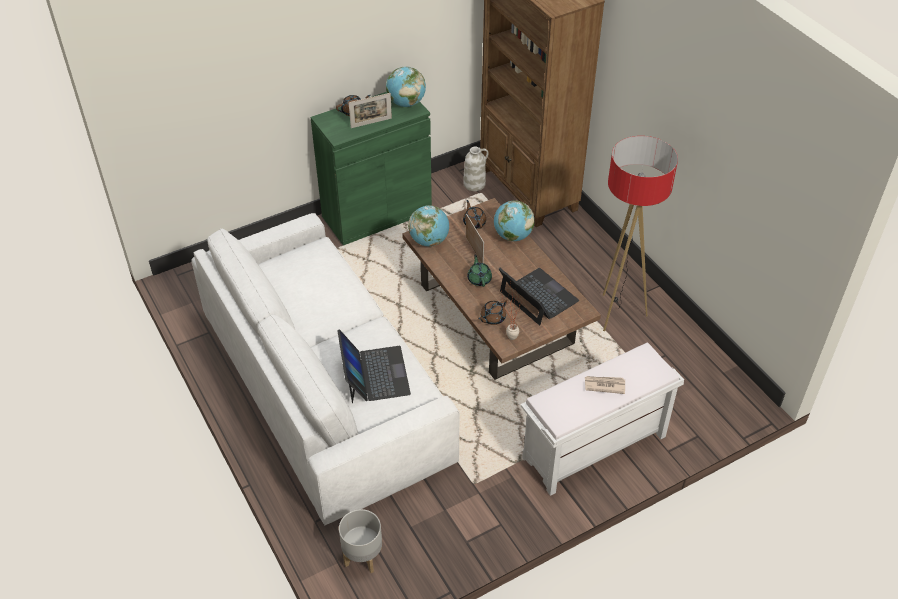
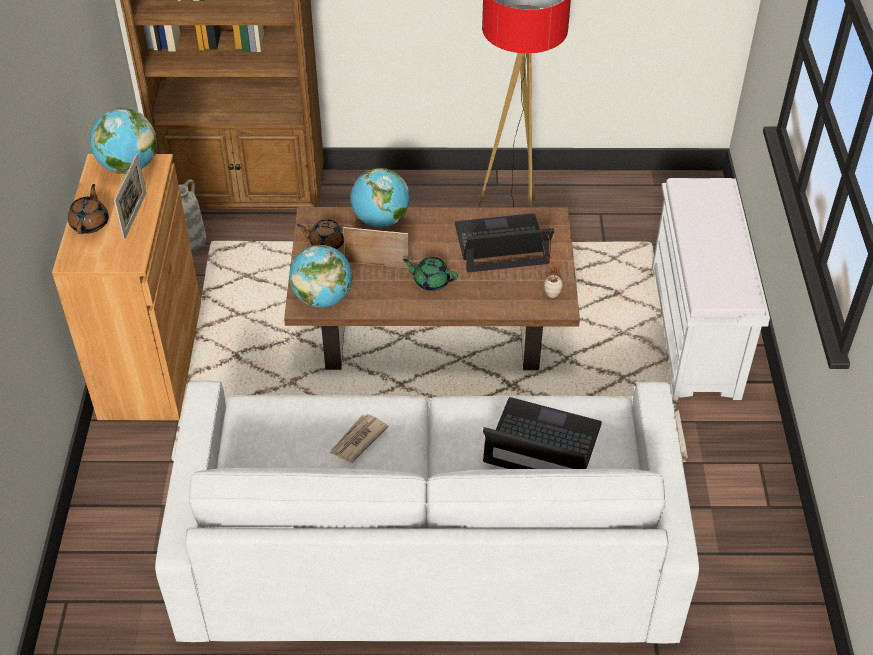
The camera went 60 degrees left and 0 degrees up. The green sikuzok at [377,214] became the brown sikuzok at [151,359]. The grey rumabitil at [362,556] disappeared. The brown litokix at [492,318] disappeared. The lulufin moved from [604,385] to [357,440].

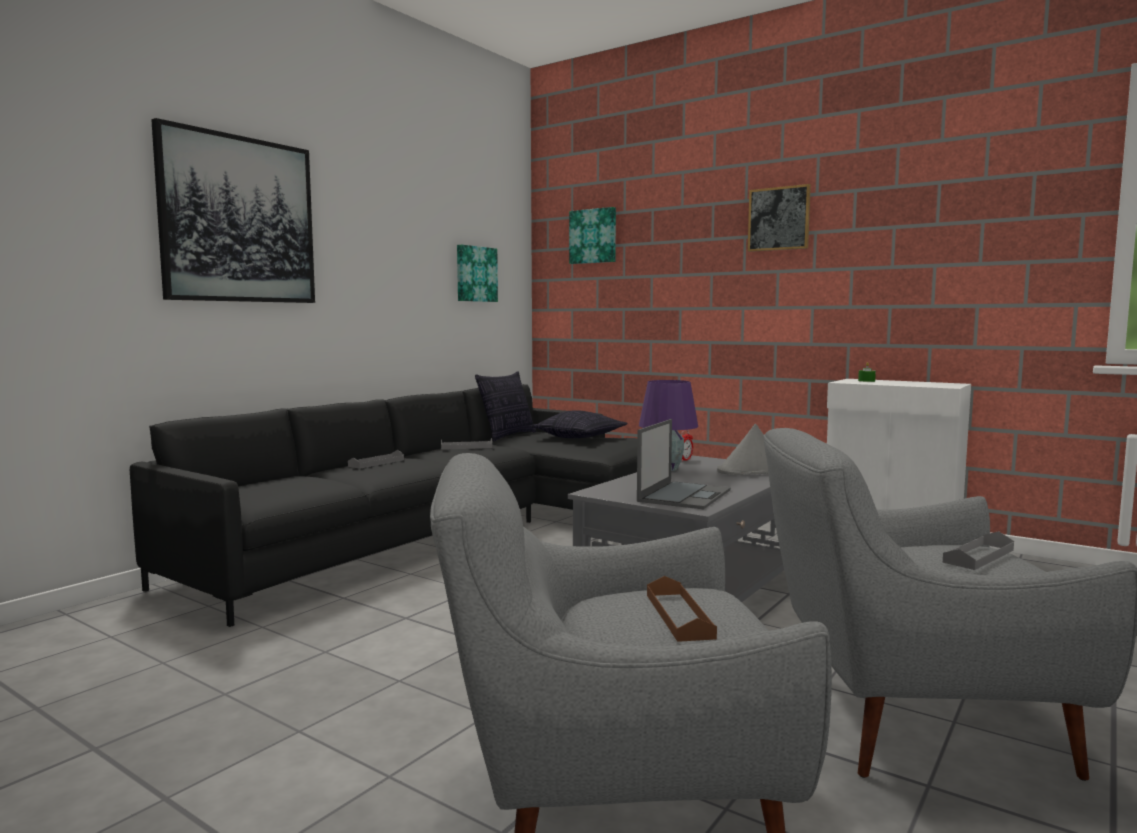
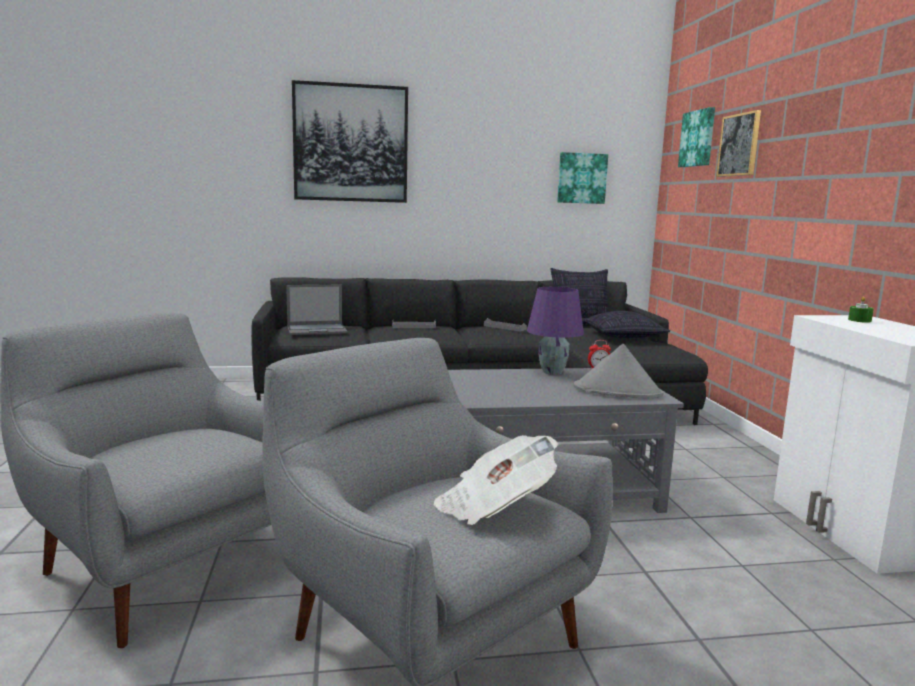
The camera went 45 degrees right and 5 degrees up. The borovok moved from [684,495] to [317,330]. The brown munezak at [679,615] disappeared. The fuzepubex moved from [779,219] to [739,145]. The grey munezak at [978,556] was replaced by the lulufin at [494,507].

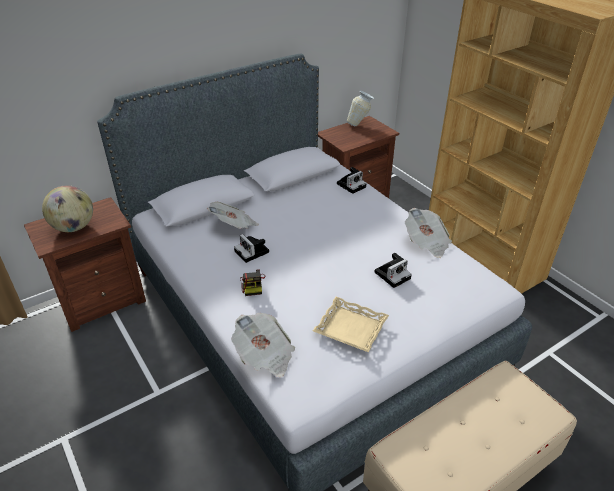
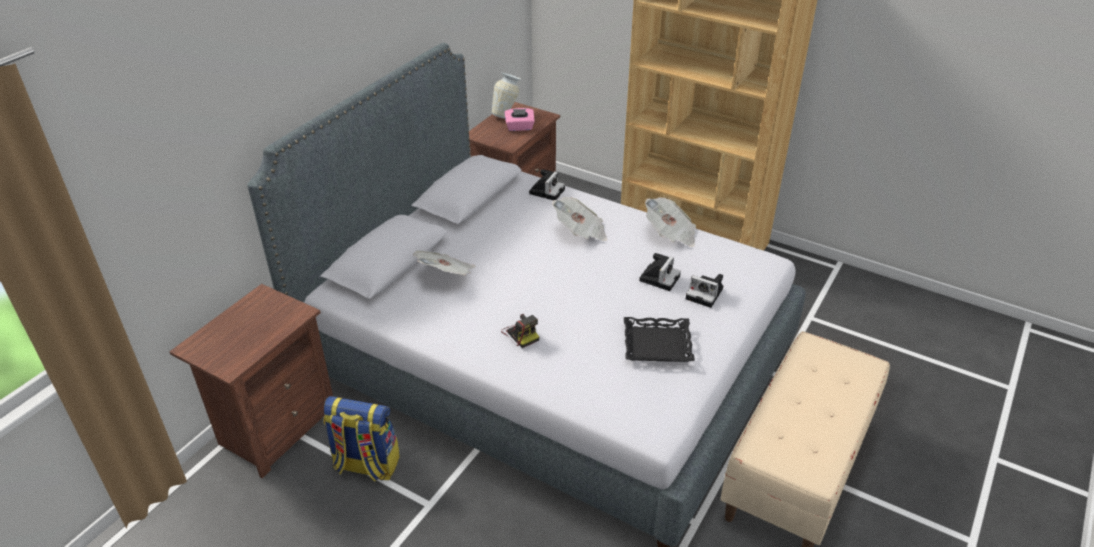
The camera went 25 degrees left and 0 degrees up. The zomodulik at [74,227] disappeared. The lulufin moved from [265,355] to [580,232]. The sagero moved from [253,252] to [706,294]. The beige munezak at [350,328] became the black munezak at [657,345]. The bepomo at [366,465] appeared. The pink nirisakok at [519,127] appeared.

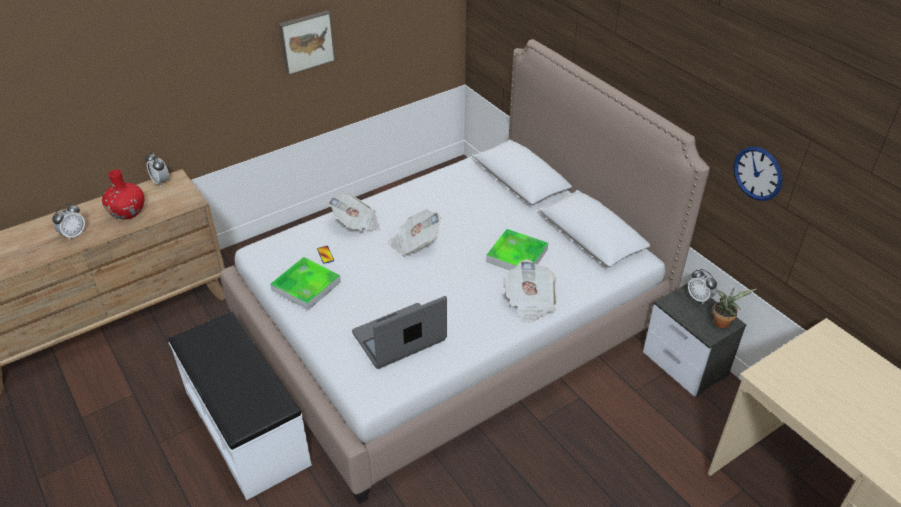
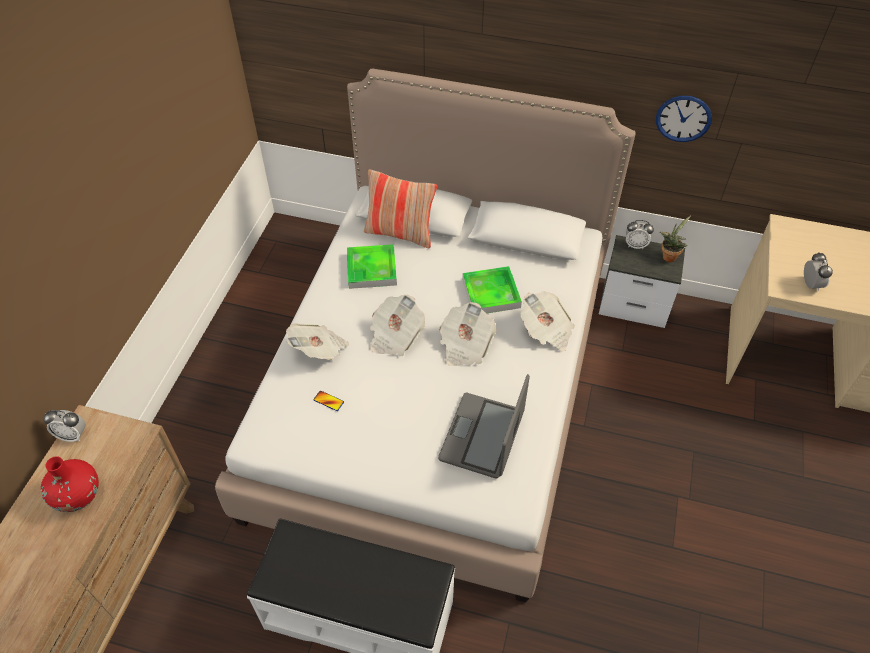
The camera went 40 degrees left and 10 degrees up. The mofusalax moved from [73,234] to [810,284]. The munezak moved from [306,286] to [371,269]. The fuzepubex at [306,41] disappeared. The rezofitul at [400,233] appeared. The lulufin at [465,345] appeared.

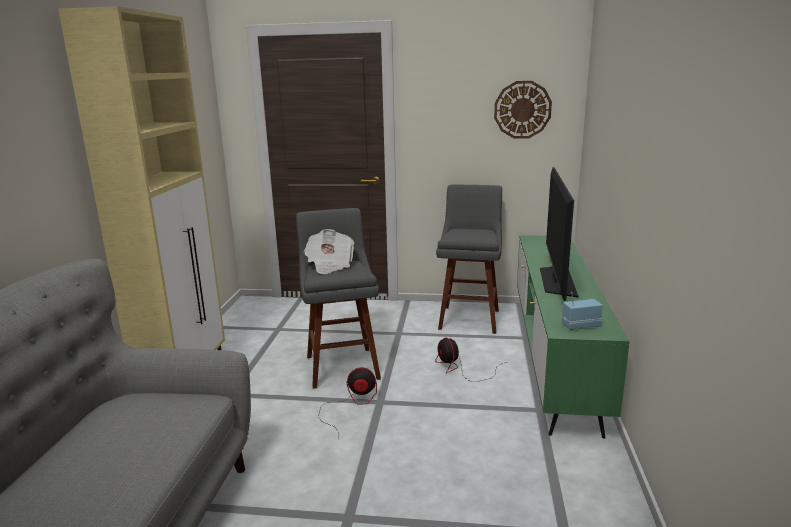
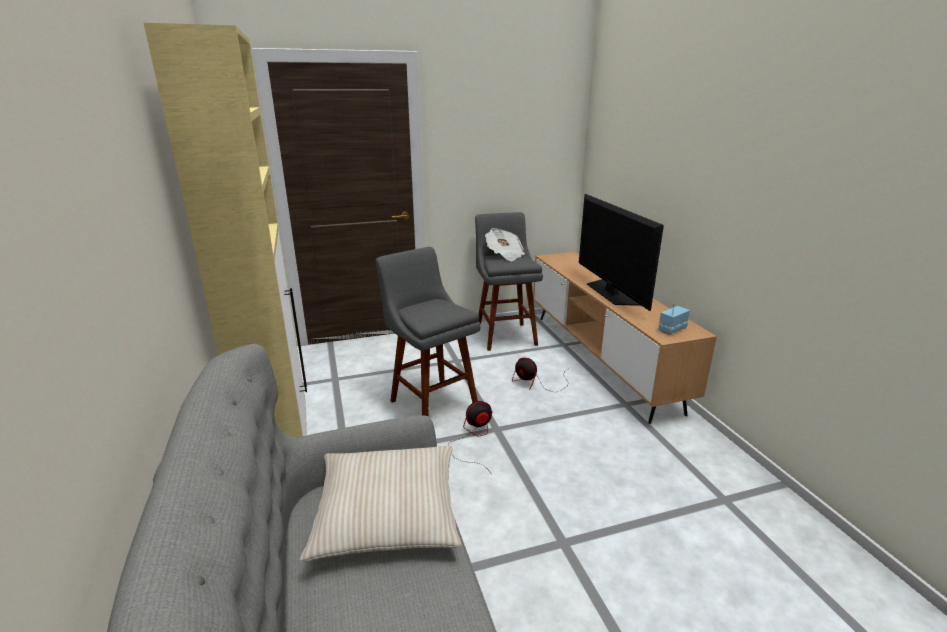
The camera went 25 degrees left and 5 degrees up. The lulufin moved from [329,265] to [504,255]. The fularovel at [522,110] disappeared. The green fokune at [554,359] became the brown fokune at [600,359]. The beige rezofitul at [387,512] appeared.

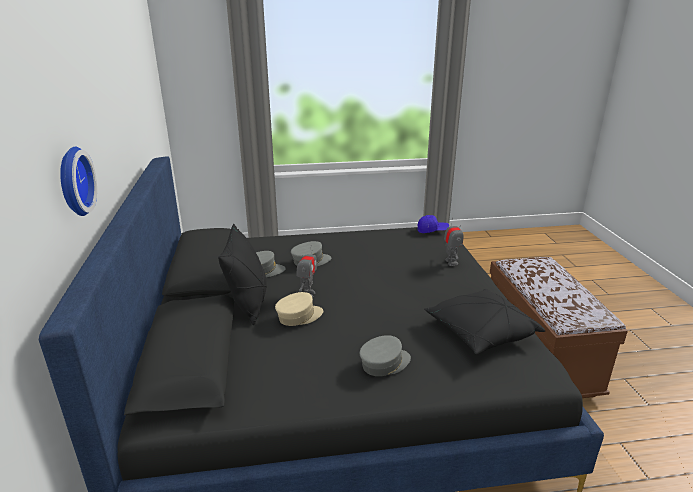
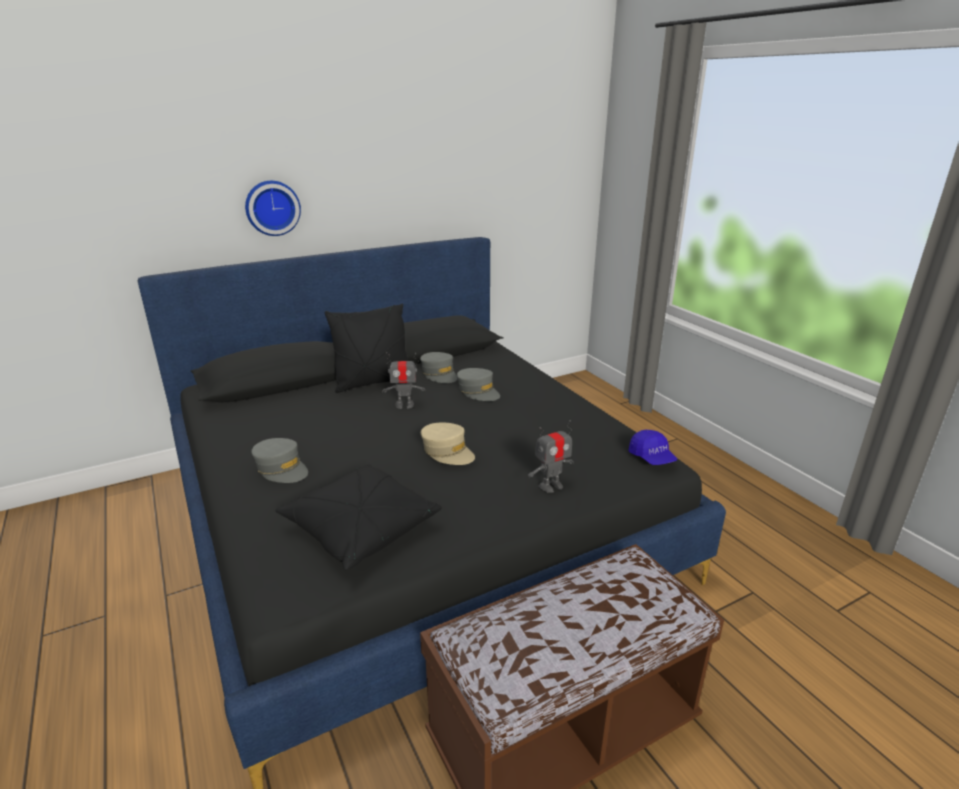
The camera went 70 degrees right and 0 degrees up. The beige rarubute moved from [299,316] to [447,452].

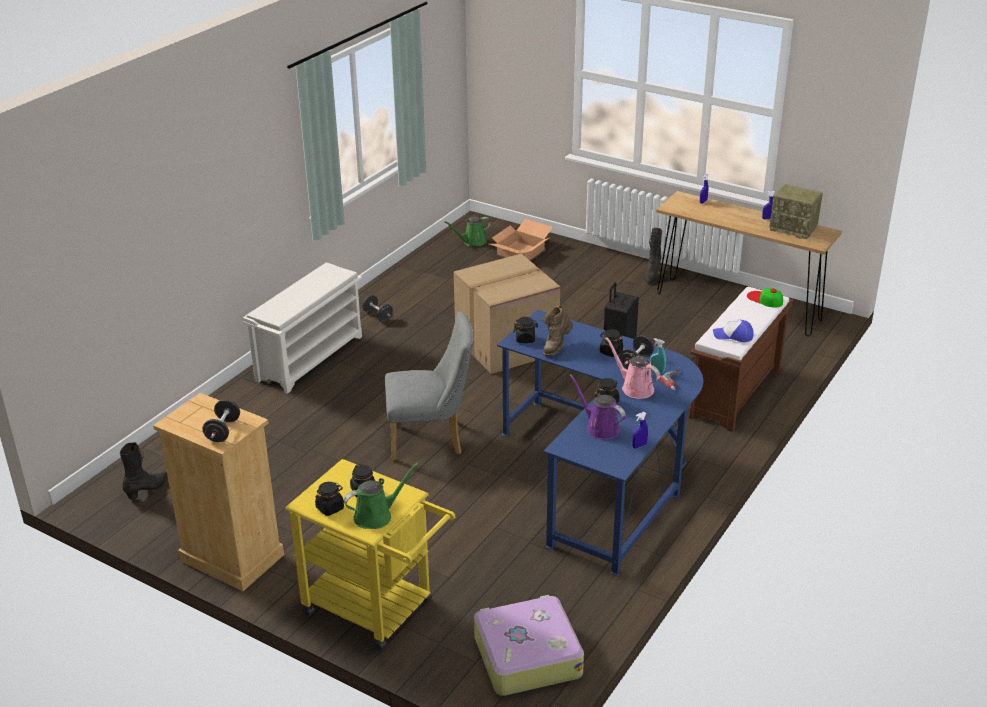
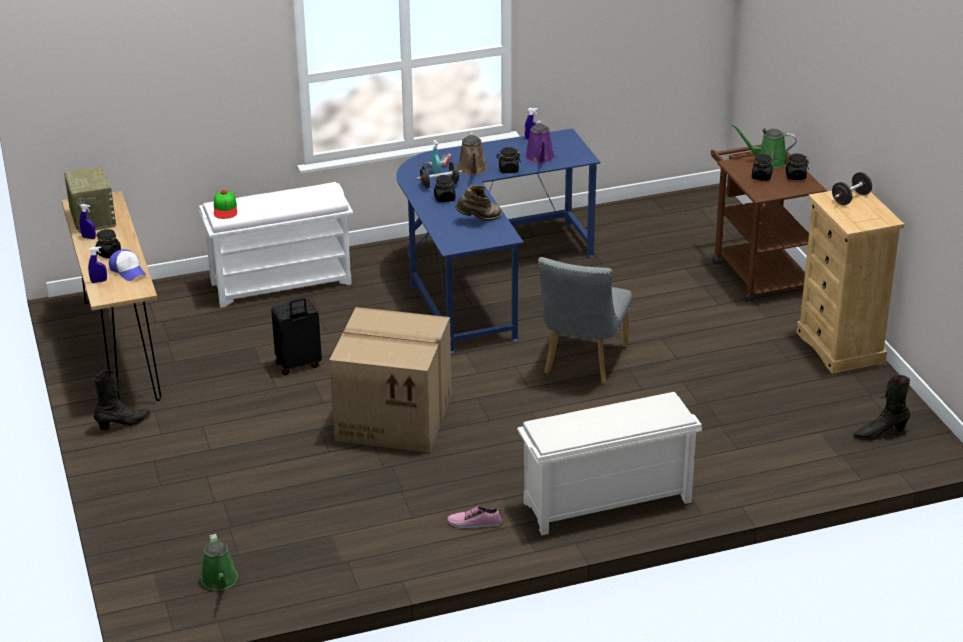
The camera went 140 degrees left and 0 degrees up. The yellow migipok at [377,610] became the brown migipok at [757,271]. The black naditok at [378,316] was replaced by the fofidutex at [474,522]. The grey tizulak at [431,439] turned 105 degrees counterclockwise. The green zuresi at [472,242] turned 60 degrees clockwise. The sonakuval at [526,656] disappeared. The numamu at [520,251] disappeared. The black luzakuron moved from [525,339] to [108,253]. The pink zuresi at [635,388] became the brown zuresi at [472,169]. The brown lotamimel at [735,394] became the white lotamimel at [282,283]. The rarubute moved from [733,336] to [128,270].

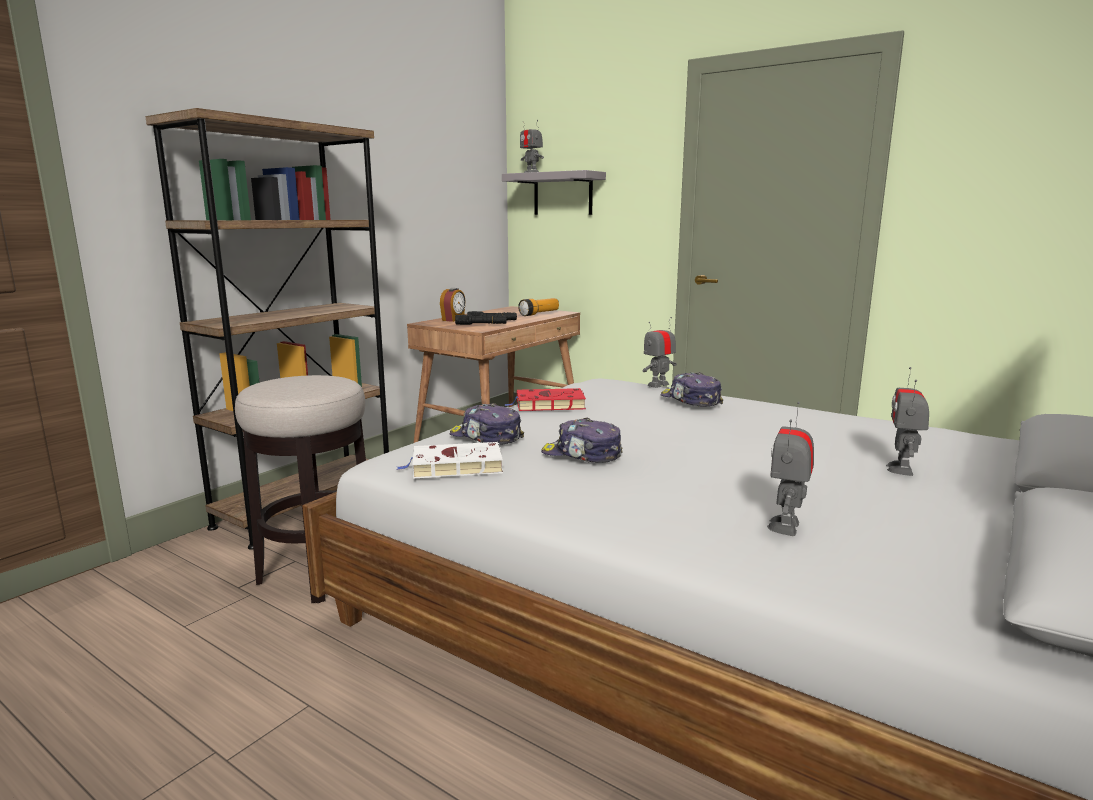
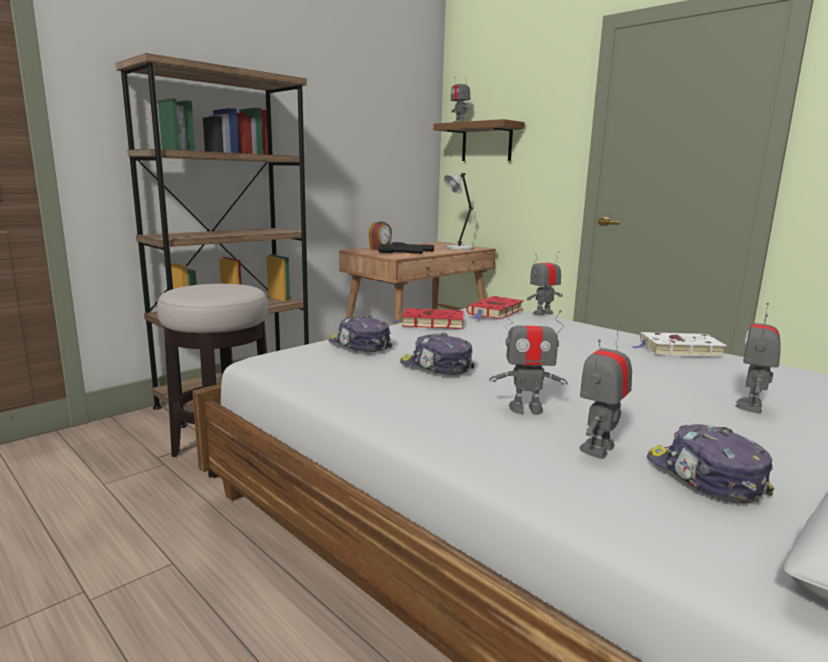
The camera went 10 degrees right and 0 degrees up. The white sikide moved from [454,466] to [677,349]. The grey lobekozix at [563,194] became the brown lobekozix at [486,142]. The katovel at [539,314] was replaced by the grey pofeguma at [458,248]. The rarubute moved from [690,400] to [704,477]. The red sikide at [495,312] appeared. The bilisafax at [526,409] appeared.

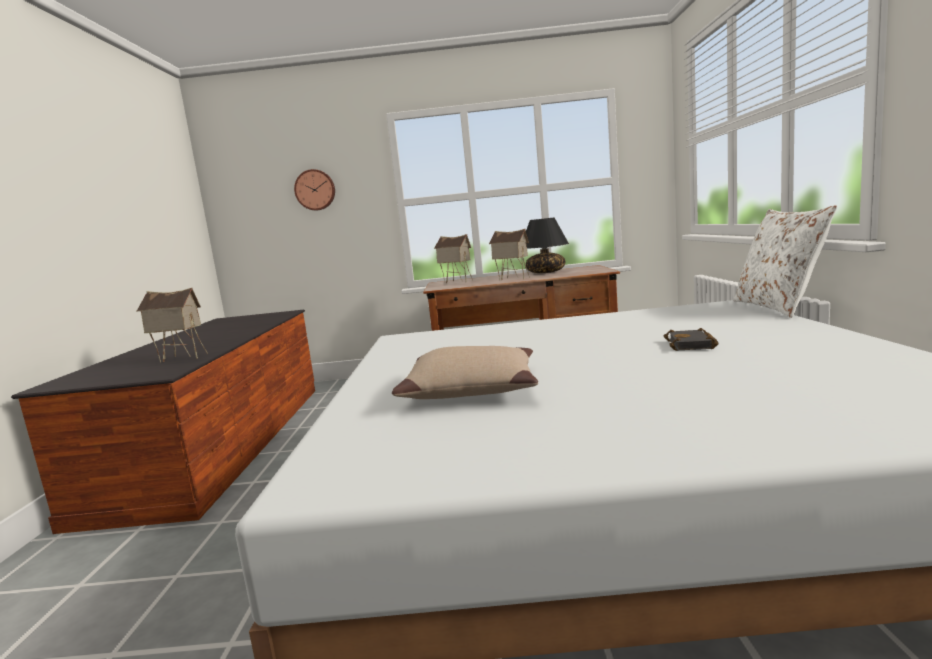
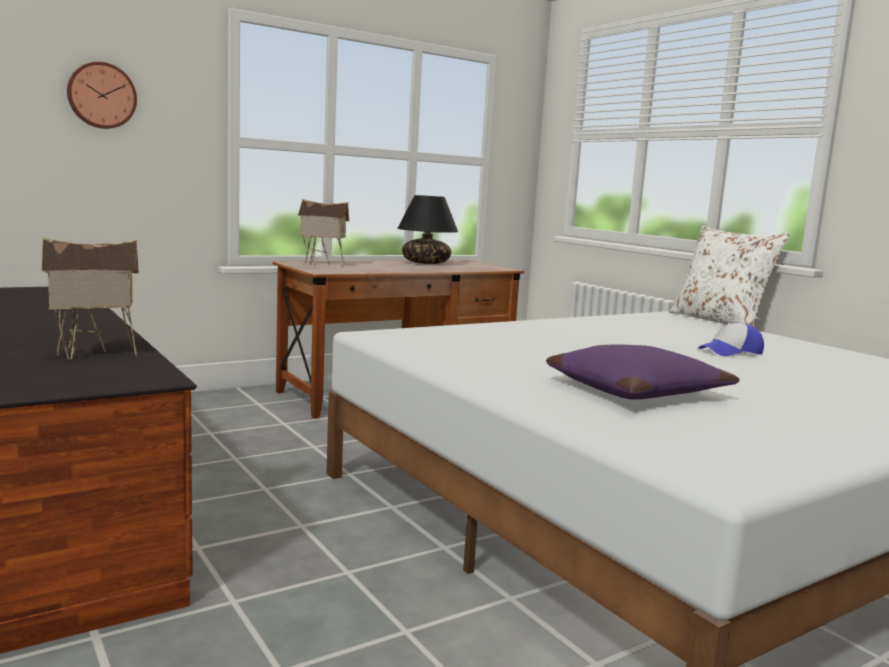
The camera went 35 degrees left and 0 degrees up. The beige rezofitul at [471,389] became the purple rezofitul at [635,390]. The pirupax at [511,279] disappeared. The black sikide at [692,345] was replaced by the rarubute at [731,352].

